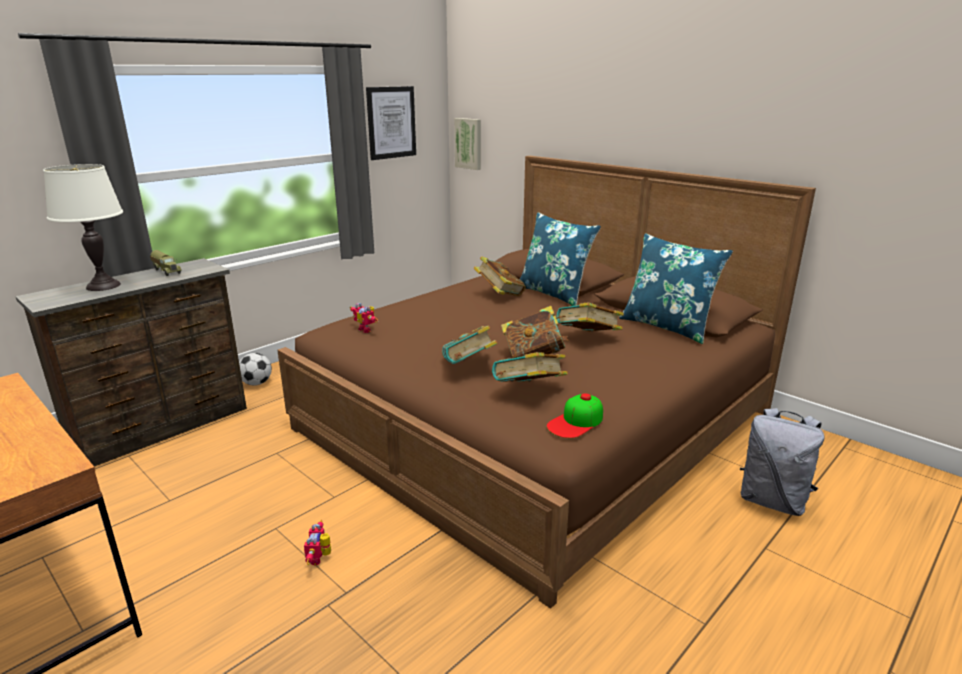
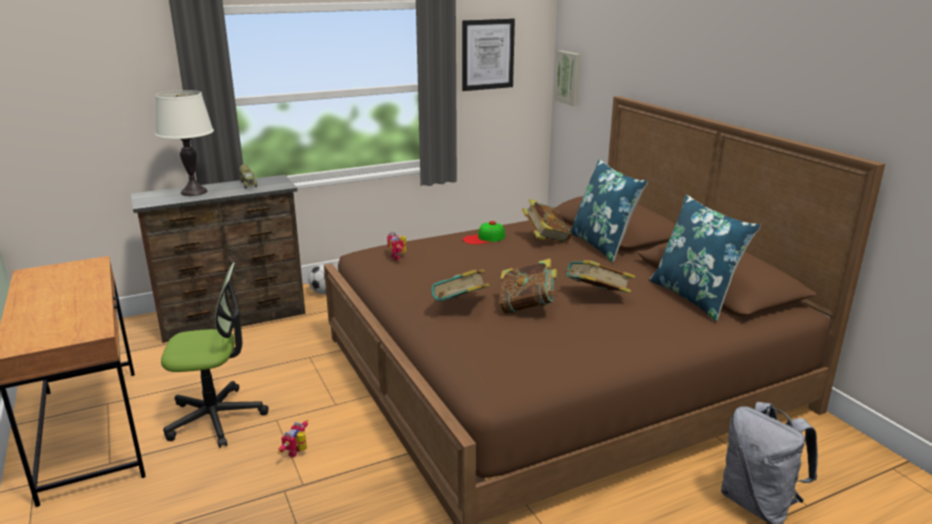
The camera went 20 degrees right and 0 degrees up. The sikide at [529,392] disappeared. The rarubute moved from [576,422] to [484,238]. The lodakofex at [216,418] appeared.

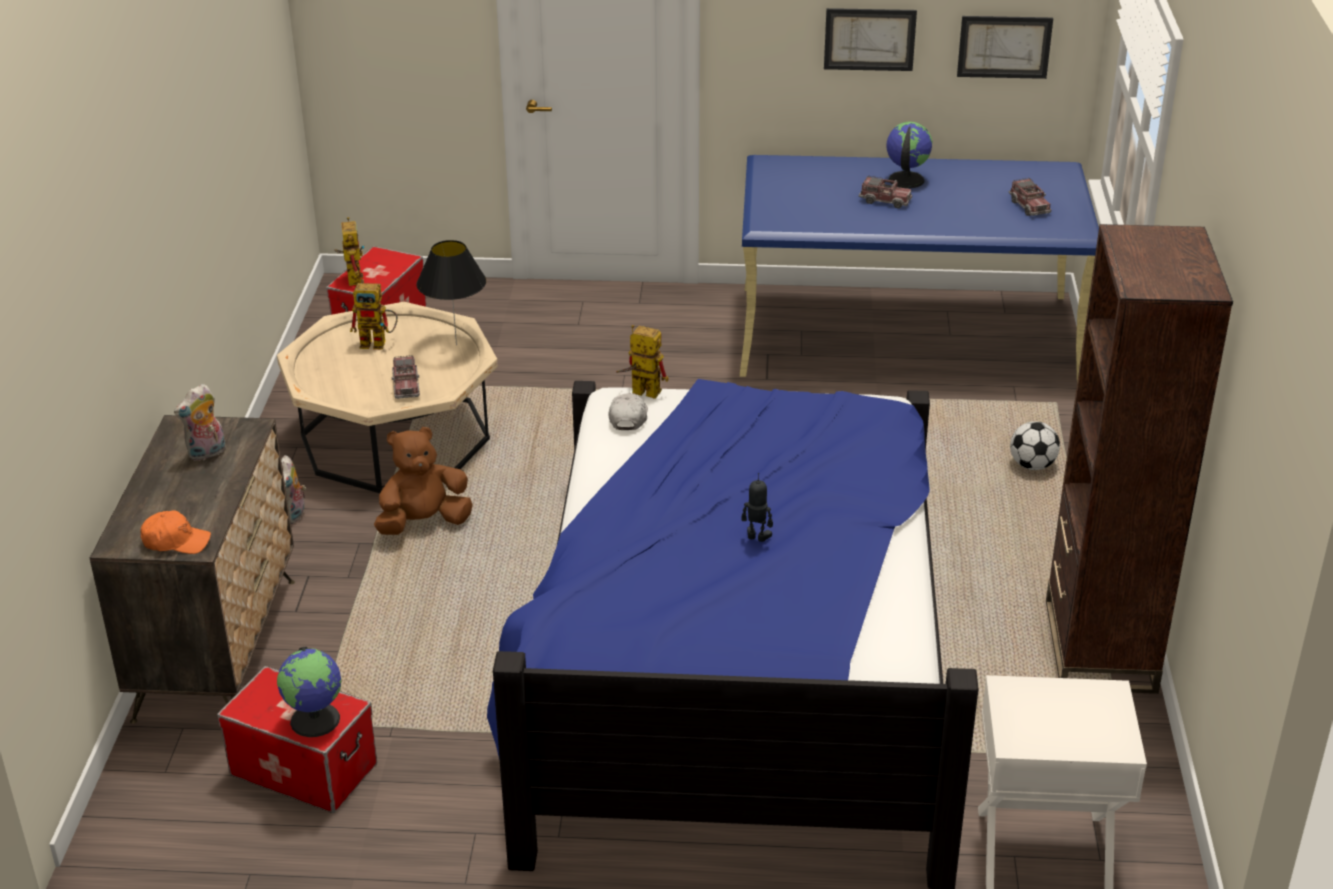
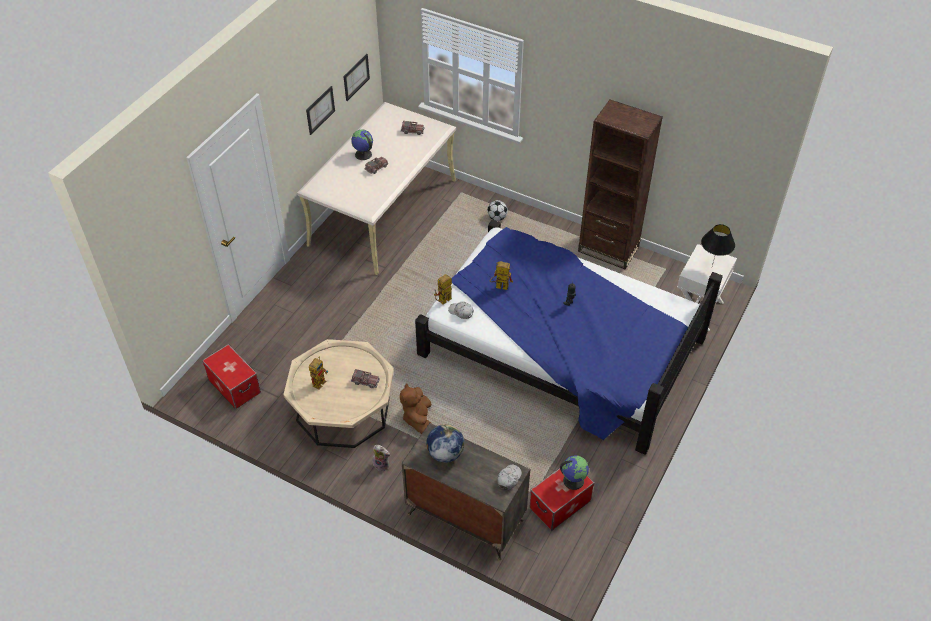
The camera went 65 degrees left and 15 degrees up. The orange rarubute at [176,541] became the white rarubute at [509,478]. The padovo at [207,454] was replaced by the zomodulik at [445,453]. The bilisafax moved from [352,277] to [499,286]. The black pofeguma moved from [456,344] to [711,267]. The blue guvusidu at [908,335] became the beige guvusidu at [383,211].

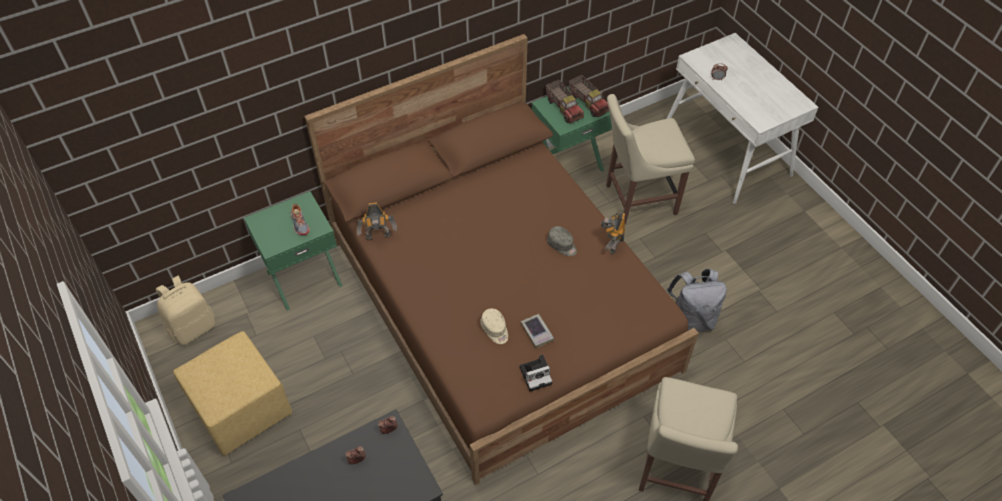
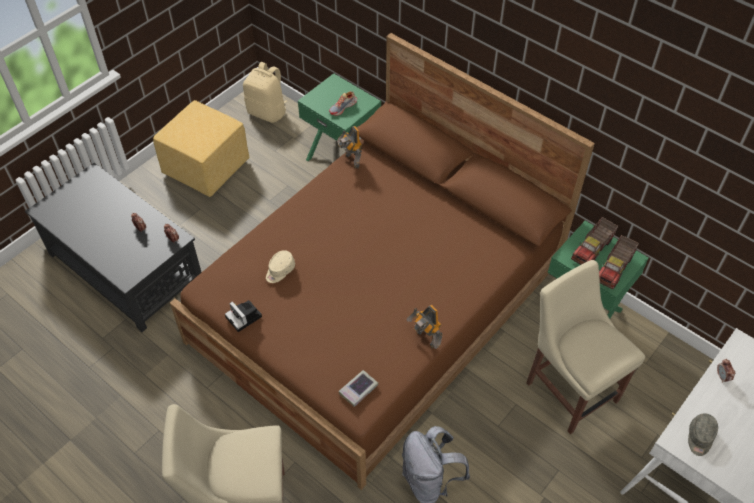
The camera went 70 degrees right and 0 degrees up. The sikide moved from [537,332] to [358,390]. The grey rarubute moved from [562,245] to [700,437]. The bilisafax at [611,244] turned 120 degrees counterclockwise.

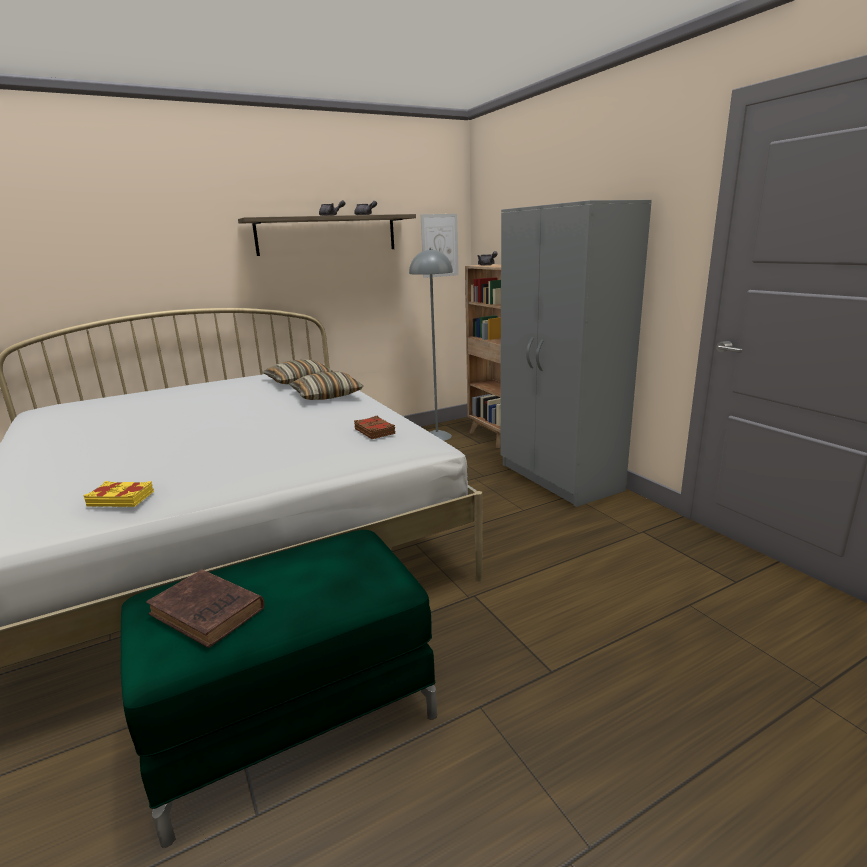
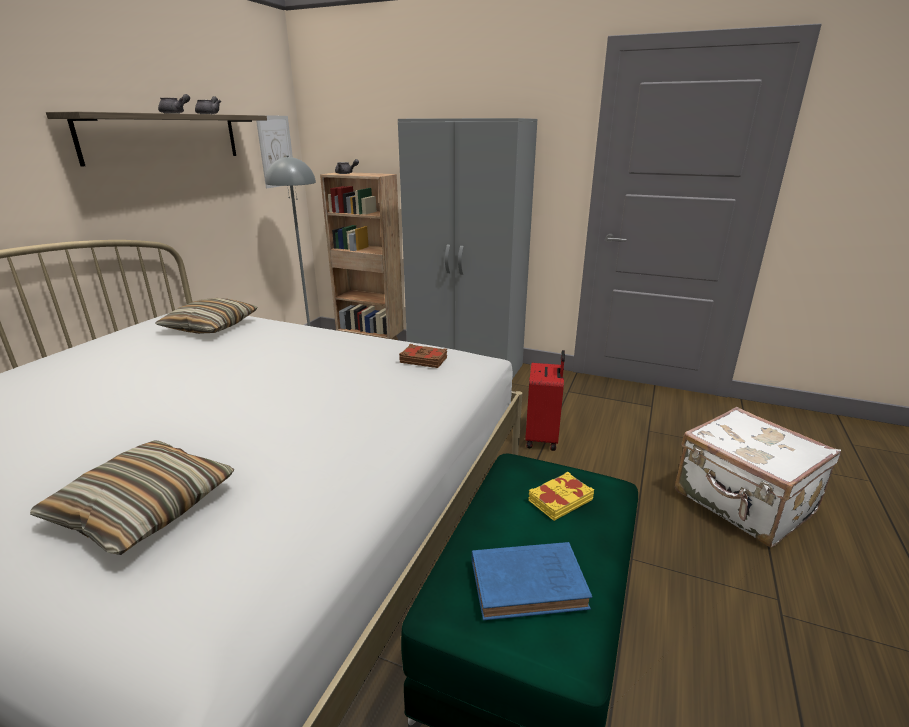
The camera went 40 degrees left and 5 degrees up. The yellow sikide moved from [121,499] to [559,500]. The brown sikide at [209,612] became the blue sikide at [531,584]. The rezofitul moved from [326,395] to [144,508]. The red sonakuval at [543,438] appeared. The white sonakuval at [742,503] appeared.

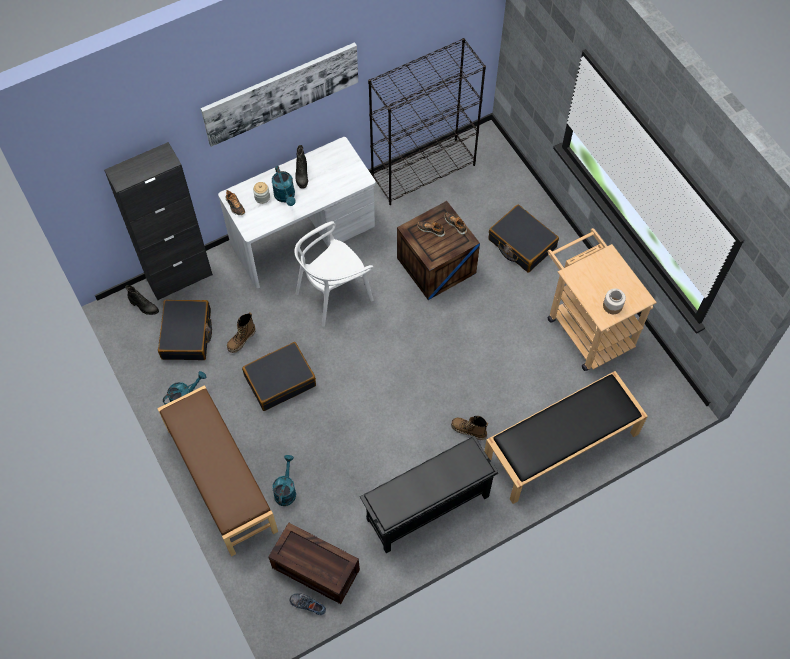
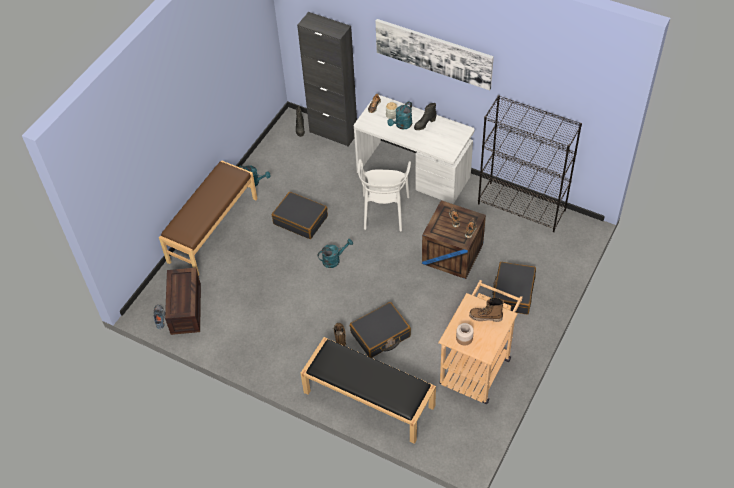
The camera went 60 degrees right and 10 degrees down. The black sonakuval moved from [187,335] to [380,335]. The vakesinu moved from [242,340] to [485,317]. The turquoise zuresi moved from [285,490] to [334,260]. The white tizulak at [333,294] turned 105 degrees counterclockwise. The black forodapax at [427,509] disappeared.

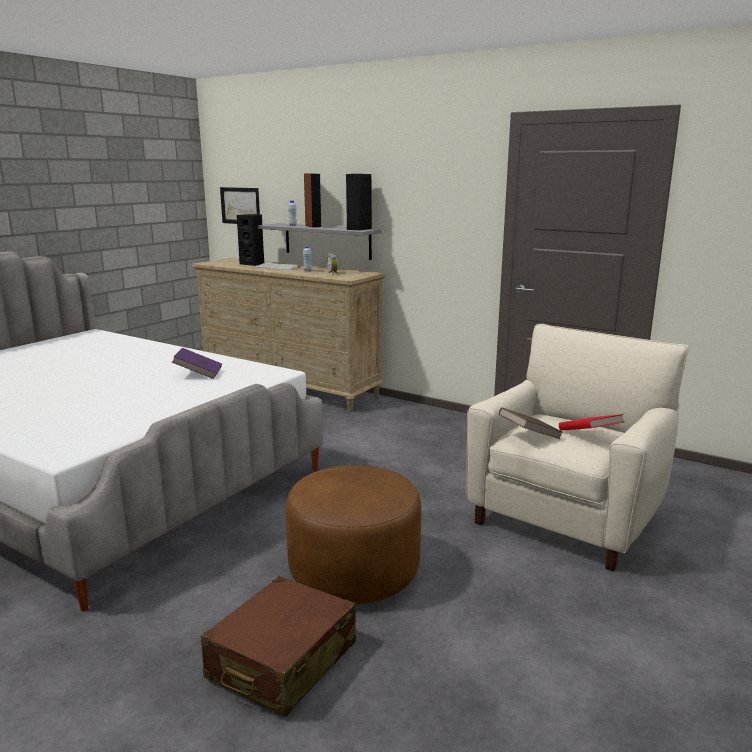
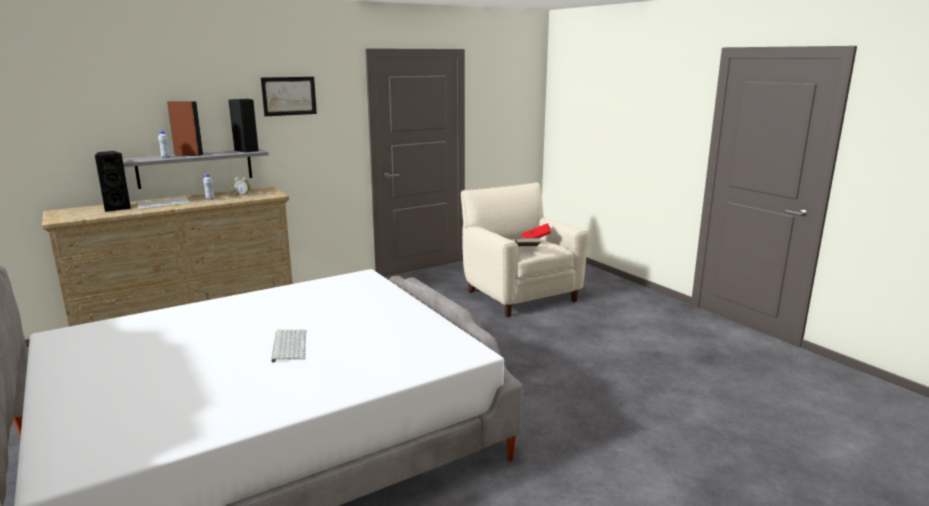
The camera went 65 degrees left and 0 degrees up. The purple sikide at [198,374] disappeared. The brown sonakuval at [282,661] disappeared. The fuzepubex moved from [240,206] to [289,96]. The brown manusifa at [354,571] disappeared. The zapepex at [288,345] appeared.

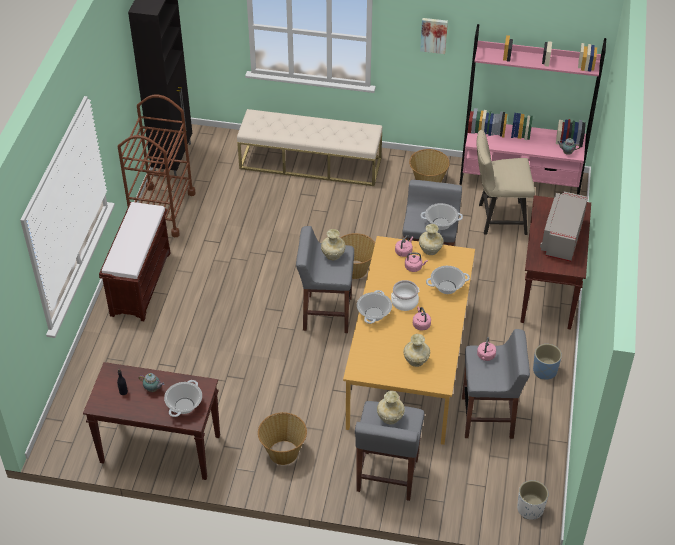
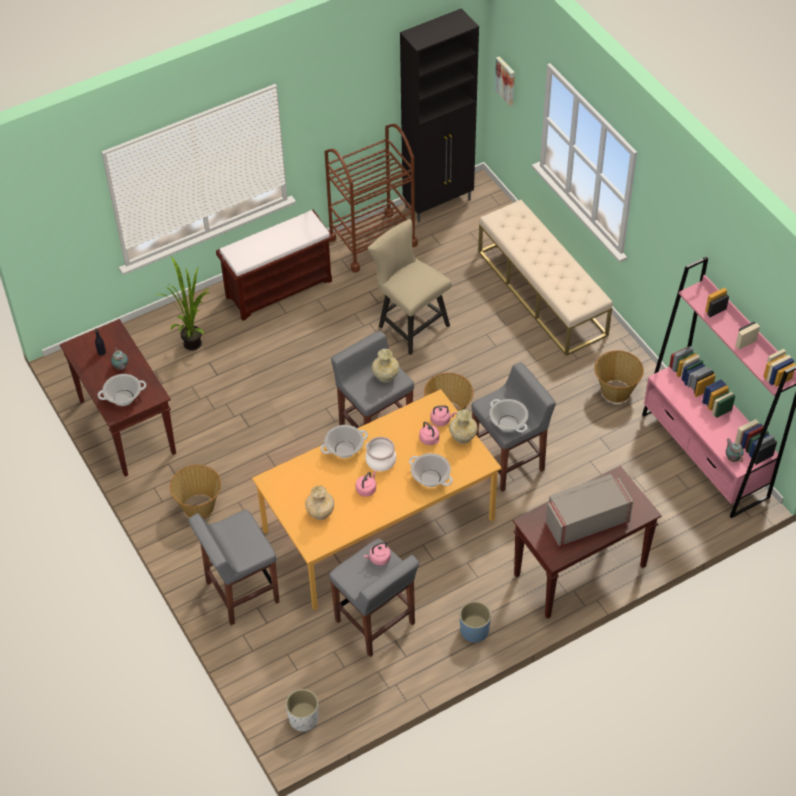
The camera went 50 degrees right and 5 degrees up. The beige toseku at [390,419] disappeared. The fuzepubex moved from [434,35] to [506,80]. The beige tizulak moved from [498,219] to [409,324]. The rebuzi at [193,341] appeared.

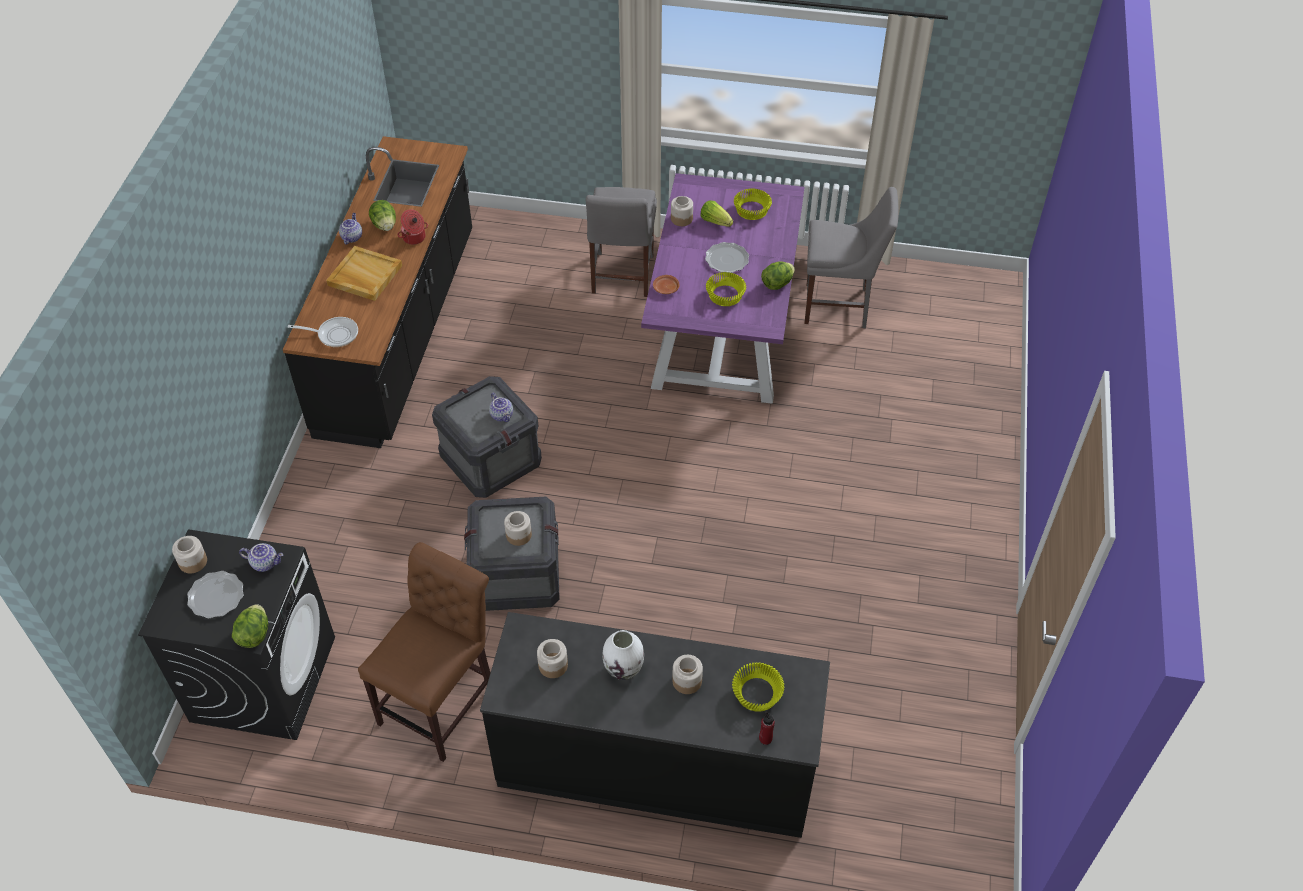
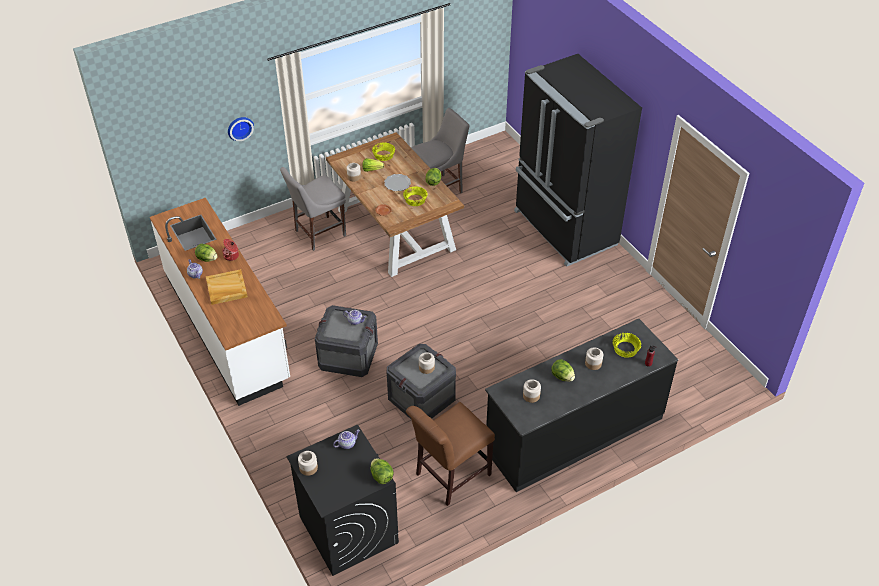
The camera went 40 degrees left and 5 degrees down. The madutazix at [216,596] disappeared. The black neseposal at [399,332] became the white neseposal at [227,326]. The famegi at [334,334] disappeared. The brown tizulak at [442,701] turned 120 degrees counterclockwise. The grey tizulak at [621,277] turned 90 degrees clockwise. The white toseku at [624,669] was replaced by the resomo at [562,376]. The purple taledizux at [723,329] became the brown taledizux at [396,230]. The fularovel at [239,127] appeared. The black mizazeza at [564,229] appeared.

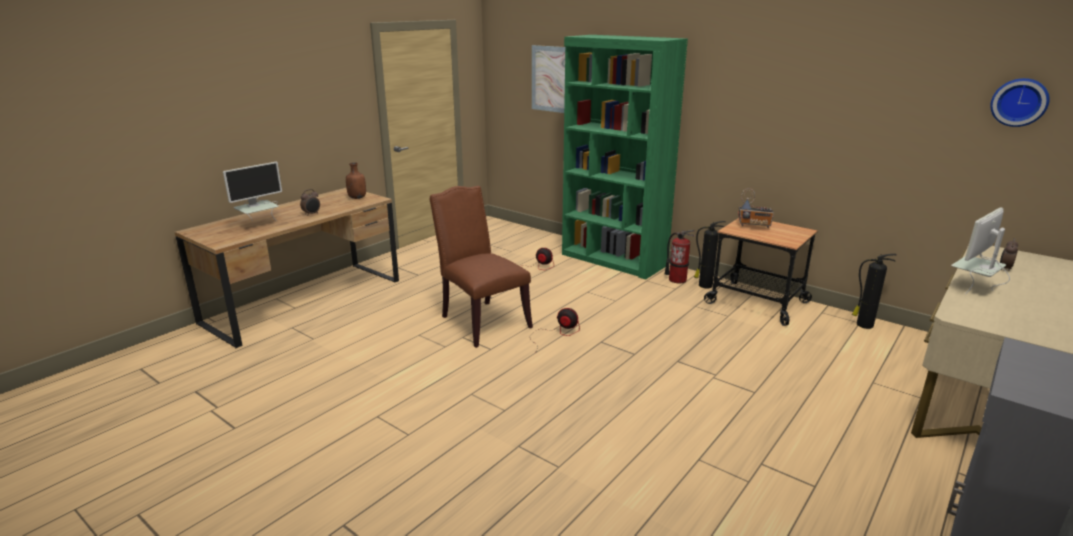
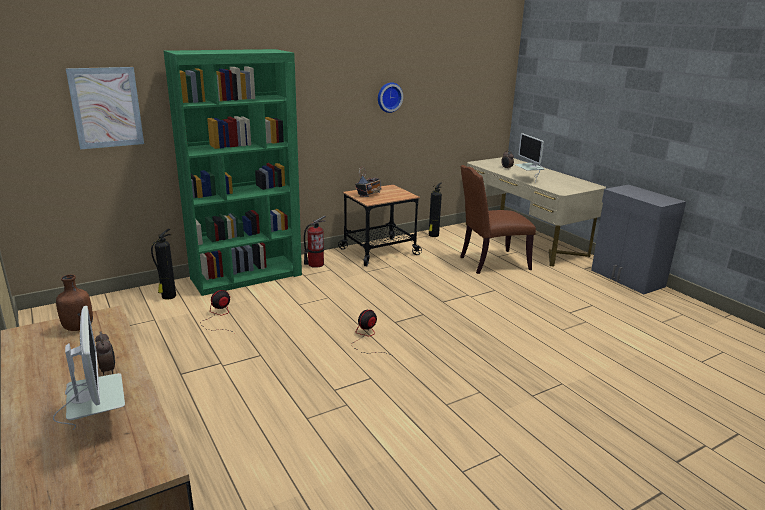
The camera went 70 degrees left and 0 degrees up. The brown tizulak moved from [481,321] to [491,263]. The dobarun moved from [704,285] to [168,297]. The fularovel moved from [1019,102] to [389,97].

